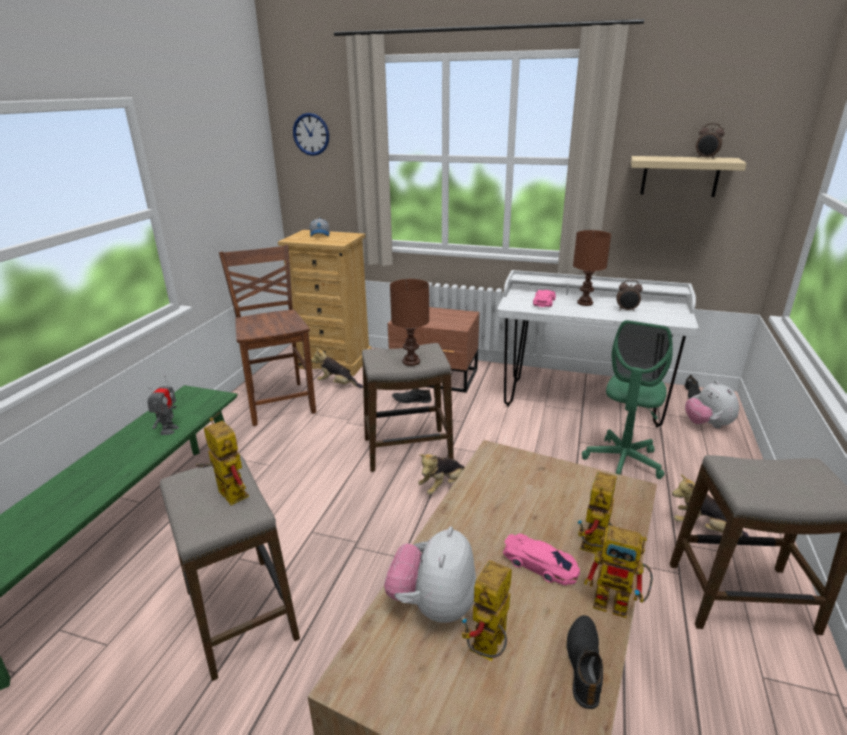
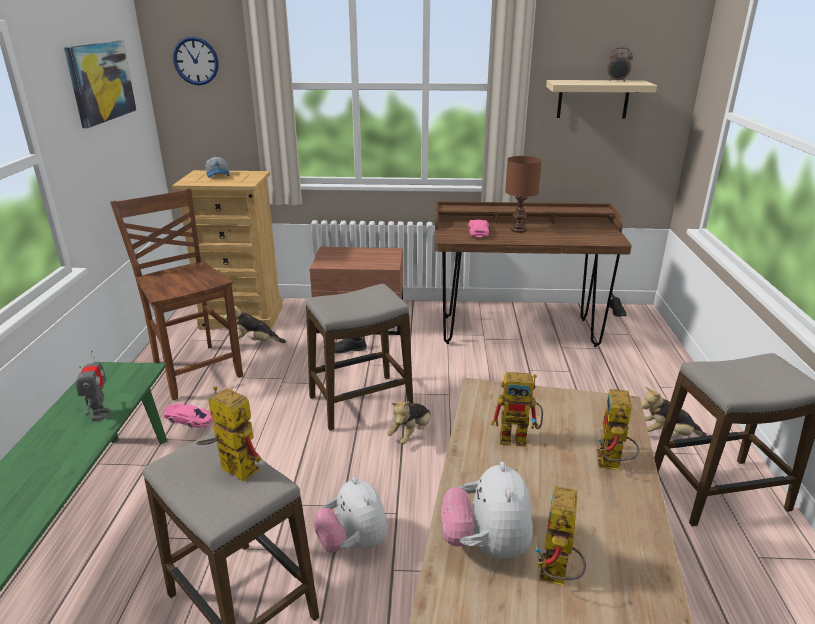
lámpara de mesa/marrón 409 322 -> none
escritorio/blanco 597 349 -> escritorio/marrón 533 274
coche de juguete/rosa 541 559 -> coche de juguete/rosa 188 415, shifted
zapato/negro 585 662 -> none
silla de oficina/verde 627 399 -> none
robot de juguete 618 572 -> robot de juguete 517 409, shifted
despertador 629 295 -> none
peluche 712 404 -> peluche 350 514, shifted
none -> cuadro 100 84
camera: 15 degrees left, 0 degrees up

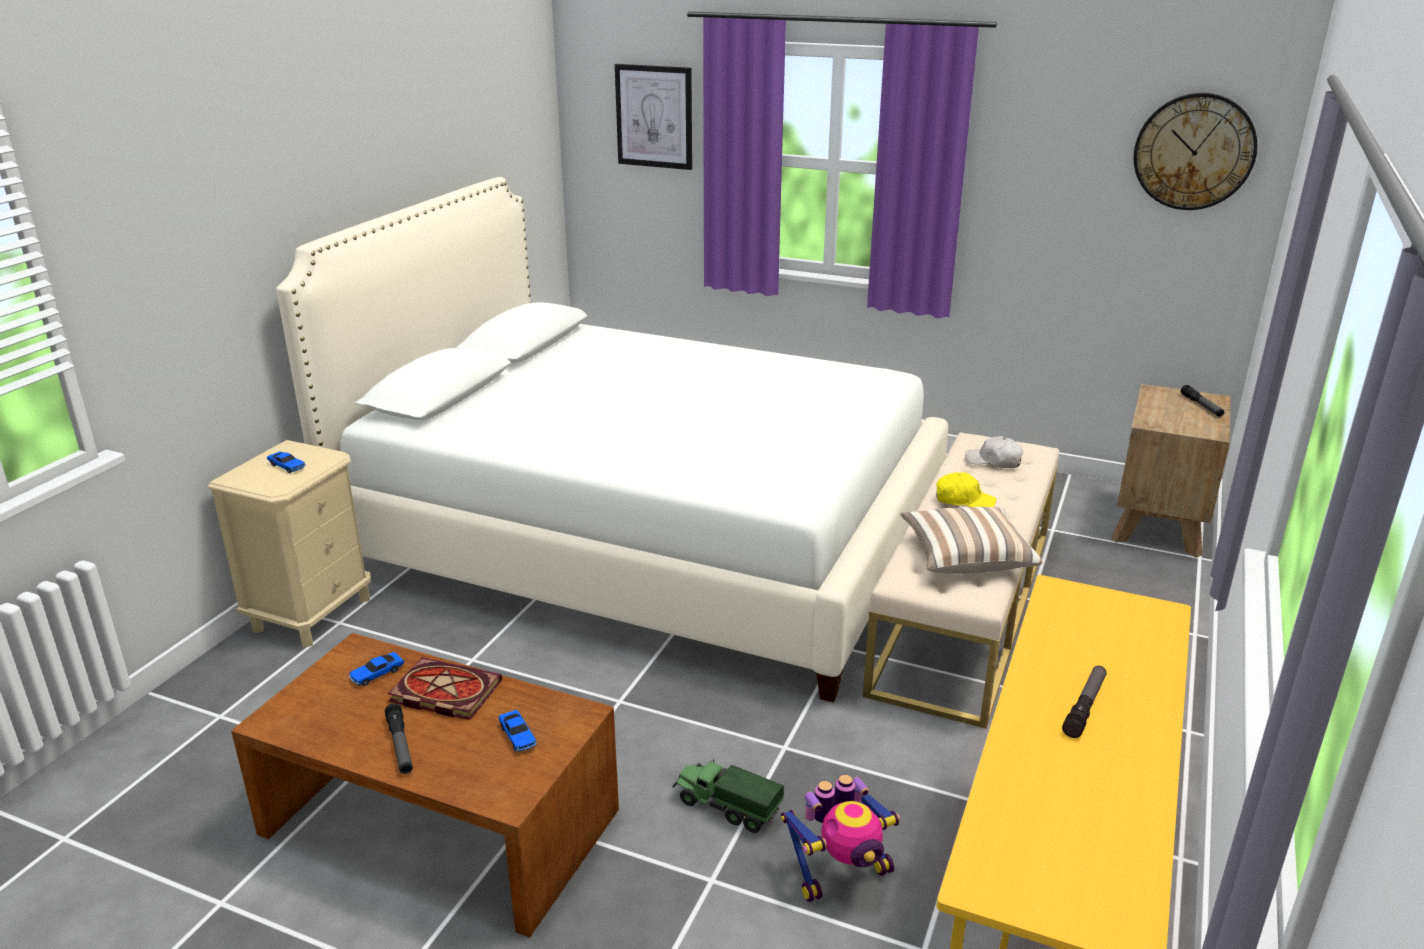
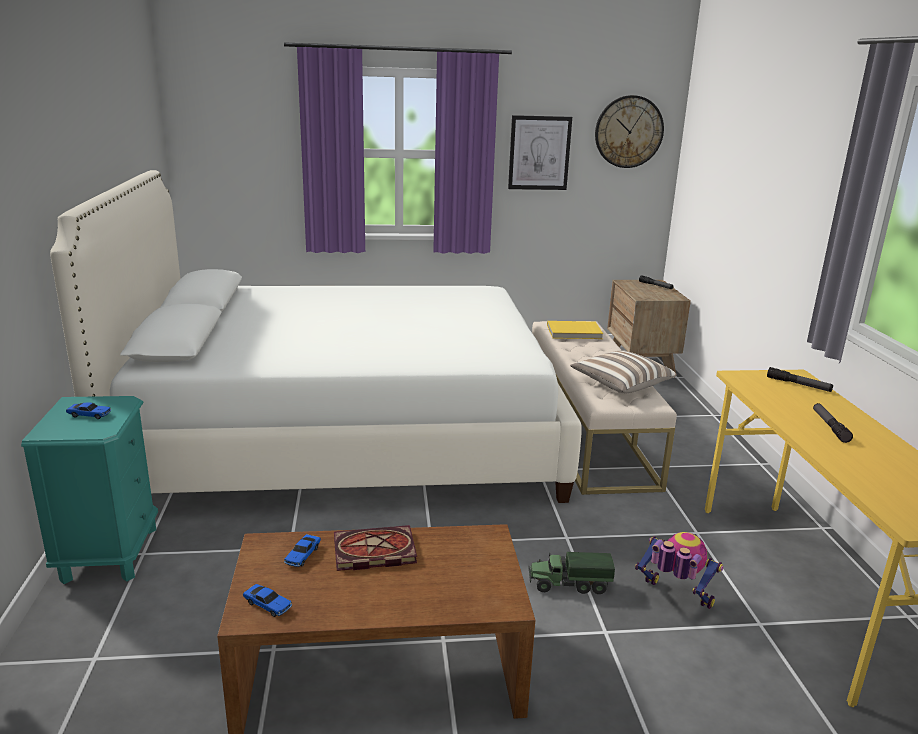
mesita de noche/beis 289 544 -> mesita de noche/turquesa 89 490
linterna 399 738 -> linterna 800 379, shifted
coche de juguete 518 731 -> coche de juguete 267 600, shifted
cuadro 653 117 -> cuadro 540 152, shifted
robot de juguete 840 838 -> robot de juguete 679 570, 90 degrees counterclockwise
gorra/amarillo 966 489 -> none
gorra/blanco 994 452 -> libro/amarillo 575 330
camera: 30 degrees left, 5 degrees down

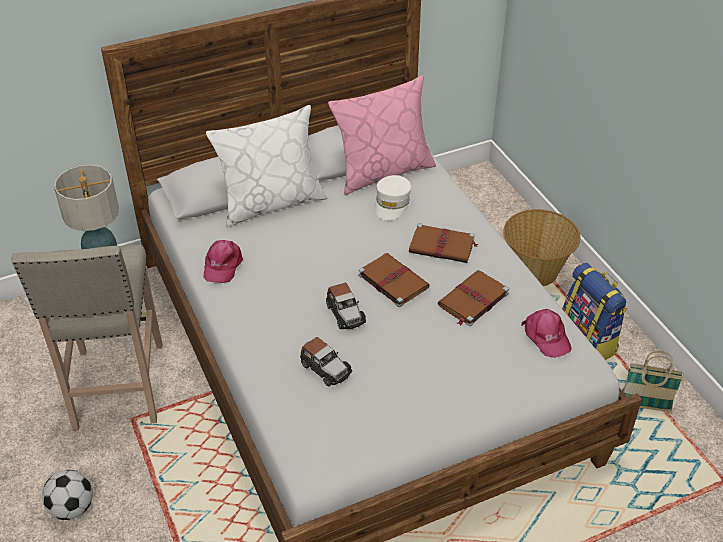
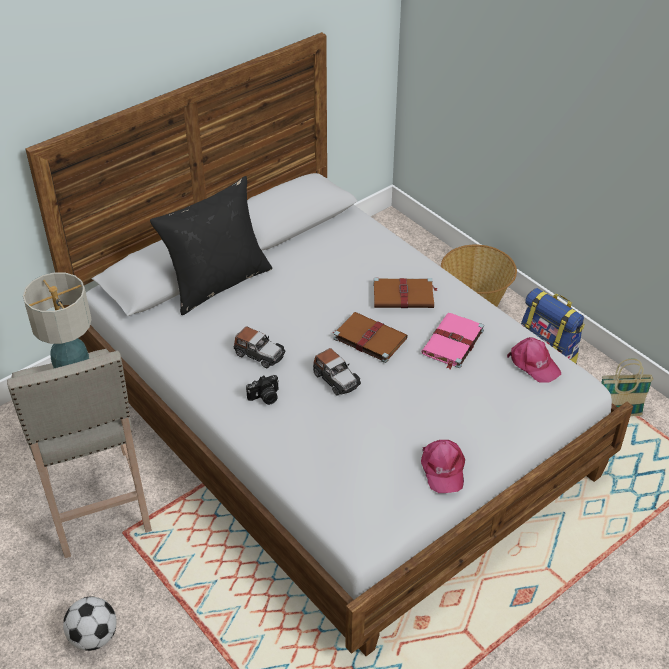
gorra/rosa 223 261 -> gorra/rosa 443 466, shifted
cojín/blanco 266 166 -> cojín/negro 211 245
coche de juguete 326 361 -> coche de juguete 260 347, shifted
cojín/rosa 382 135 -> none
gorra/blanco 393 198 -> none
libro/marrón 473 298 -> libro/rosa 452 341
none -> cámara 262 390
camera: 15 degrees left, 0 degrees up

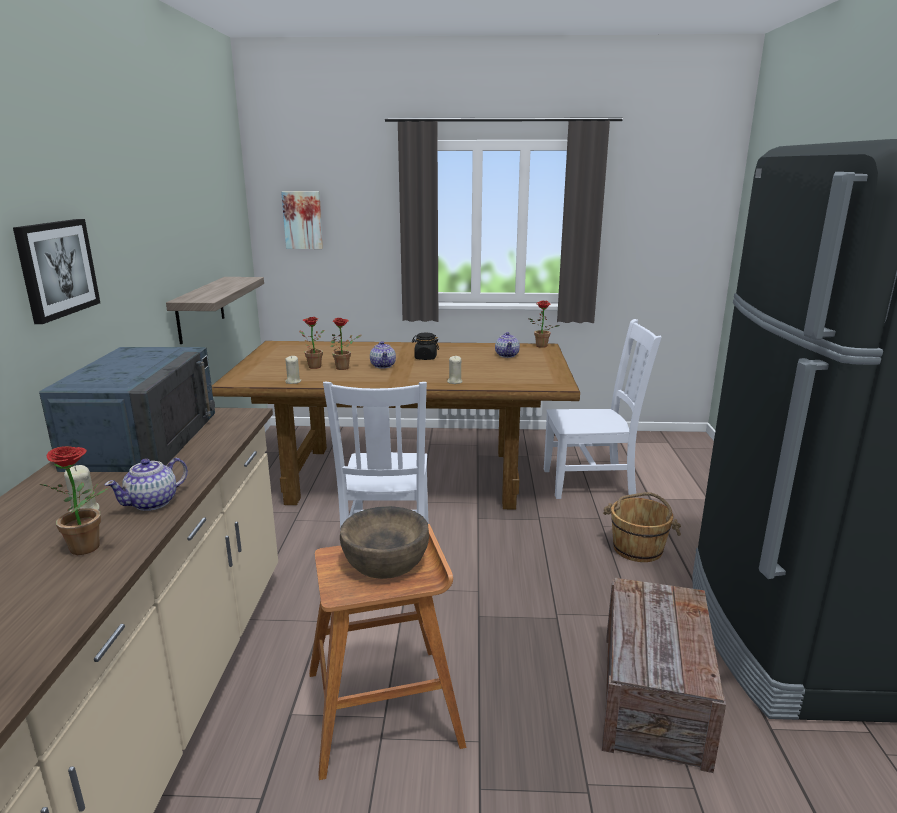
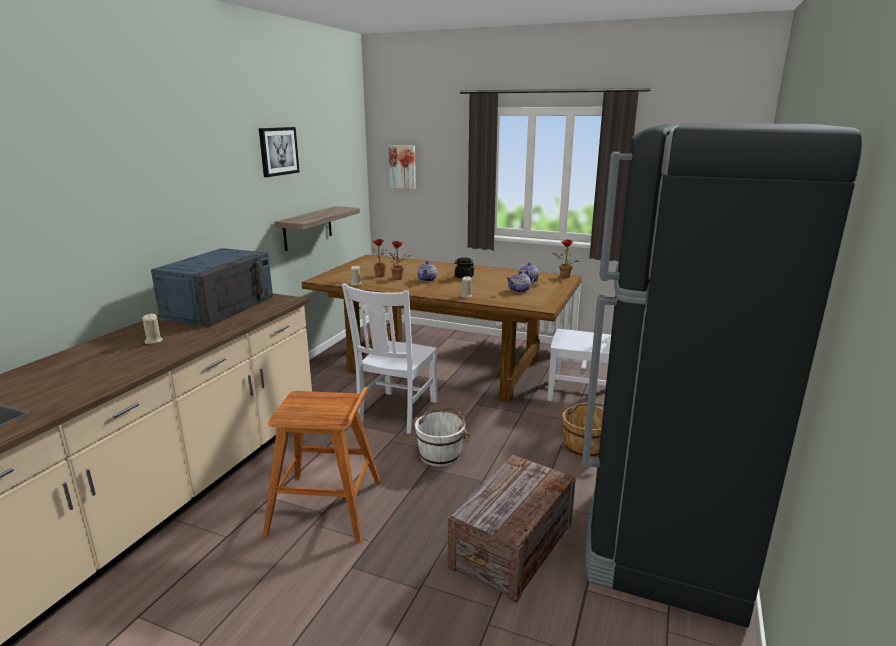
cuadro 56 271 -> cuadro 279 152, shifted
planta en maceta 74 500 -> none
tetera 146 484 -> tetera 520 282, shifted
cuenco/marrón 384 542 -> none
none -> cubo/blanco 440 437
camera: 20 degrees right, 0 degrees up

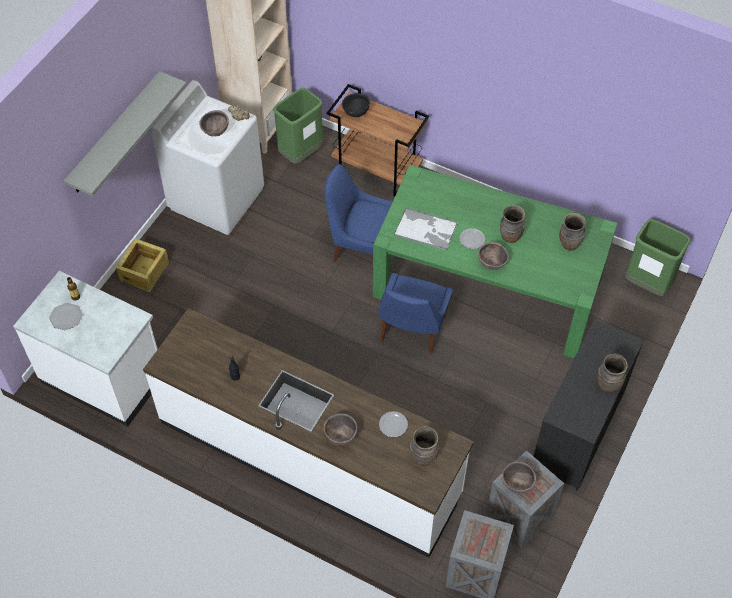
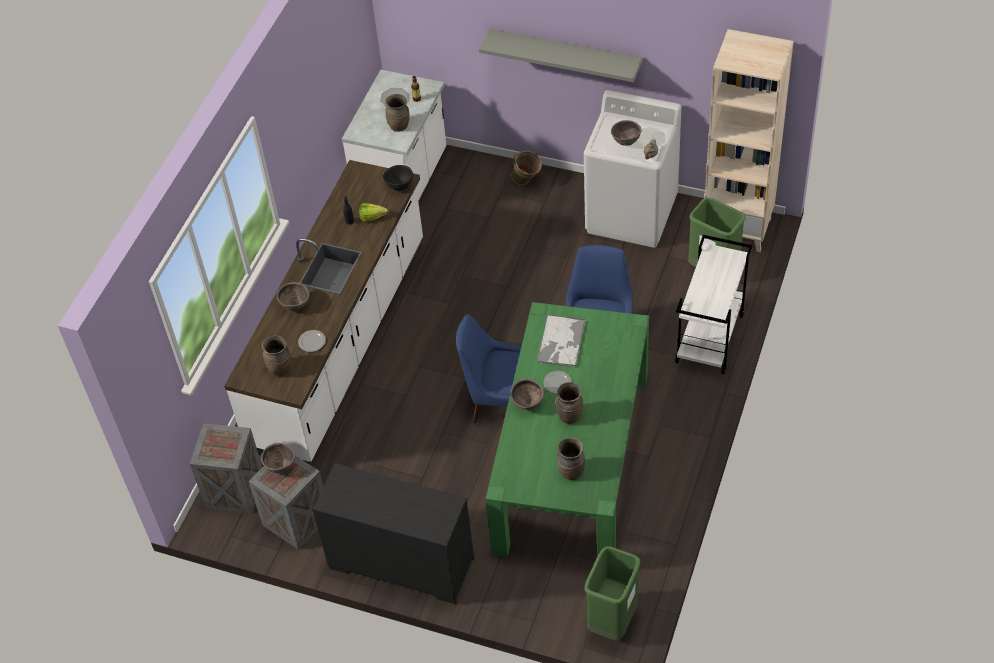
caja de embalaje 142 265 -> cubo/verde 527 167
carrito/marrón 378 140 -> carrito/blanco 714 304
cuenco/negro 356 105 -> cuenco/negro 398 178, shifted
florero/marrón 613 373 -> florero/marrón 397 113, shifted
none -> lechuga 374 212
camera: 85 degrees right, 5 degrees down

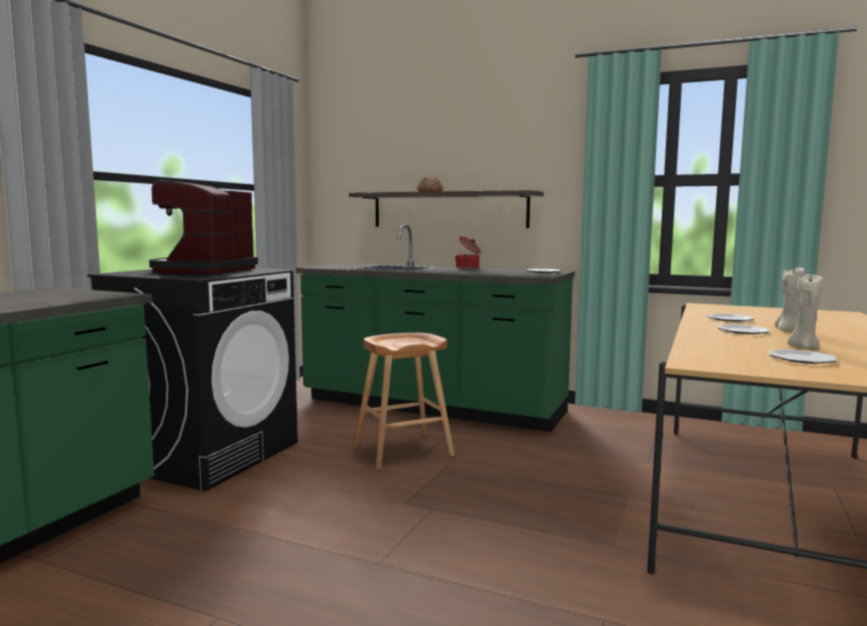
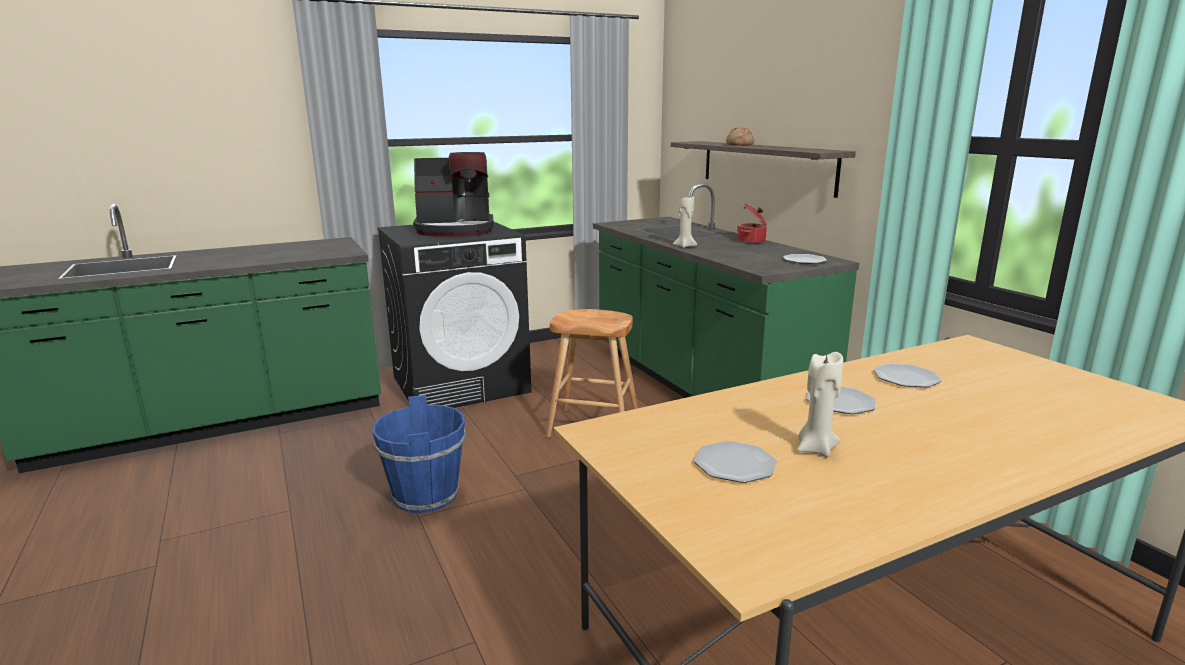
cafetera 203 227 -> cafetera 453 194, 150 degrees counterclockwise
vela/beis 790 299 -> vela/beis 685 222, shifted
none -> cubo/azul 419 454
camera: 40 degrees right, 10 degrees up

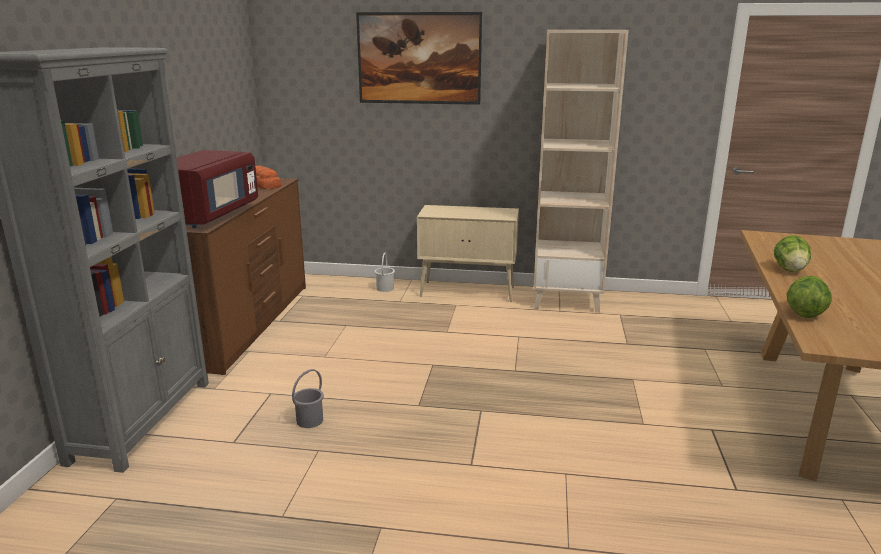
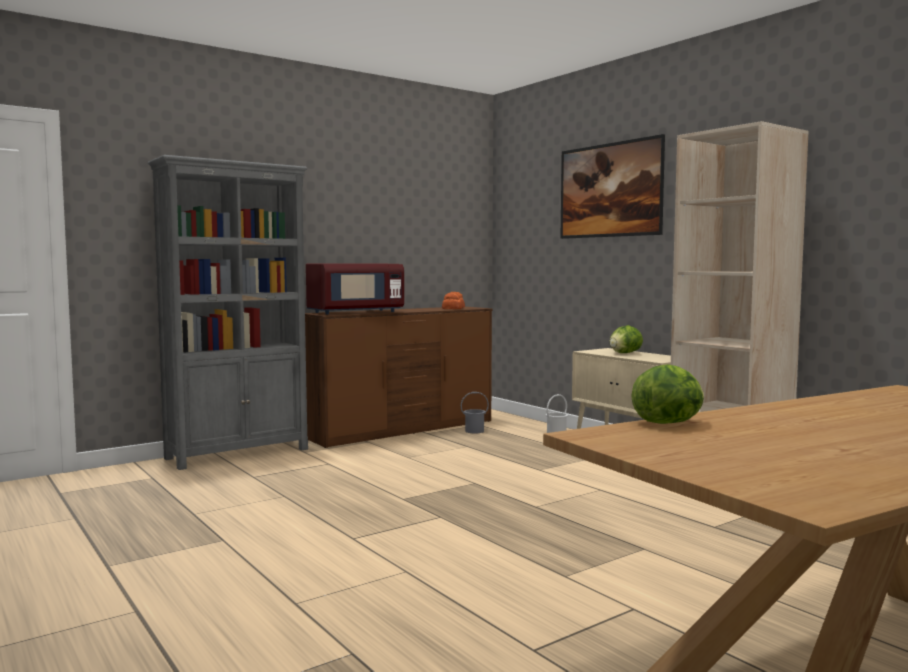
cubo/gris 308 398 -> cubo/gris 475 412, shifted
lechuga 792 253 -> lechuga 626 339, shifted
camera: 45 degrees right, 15 degrees down

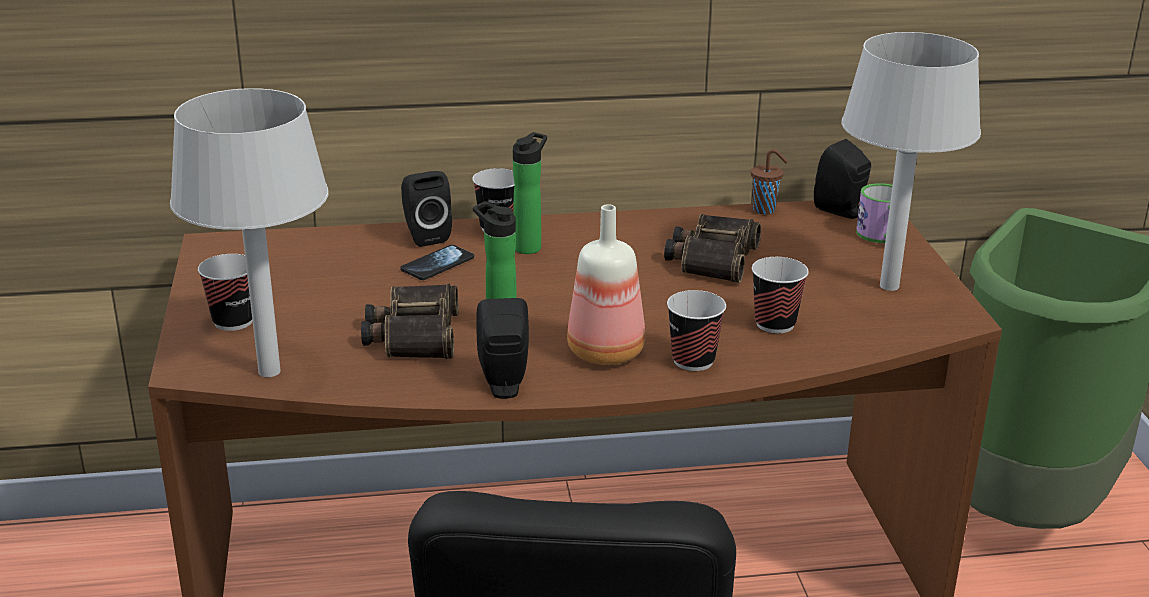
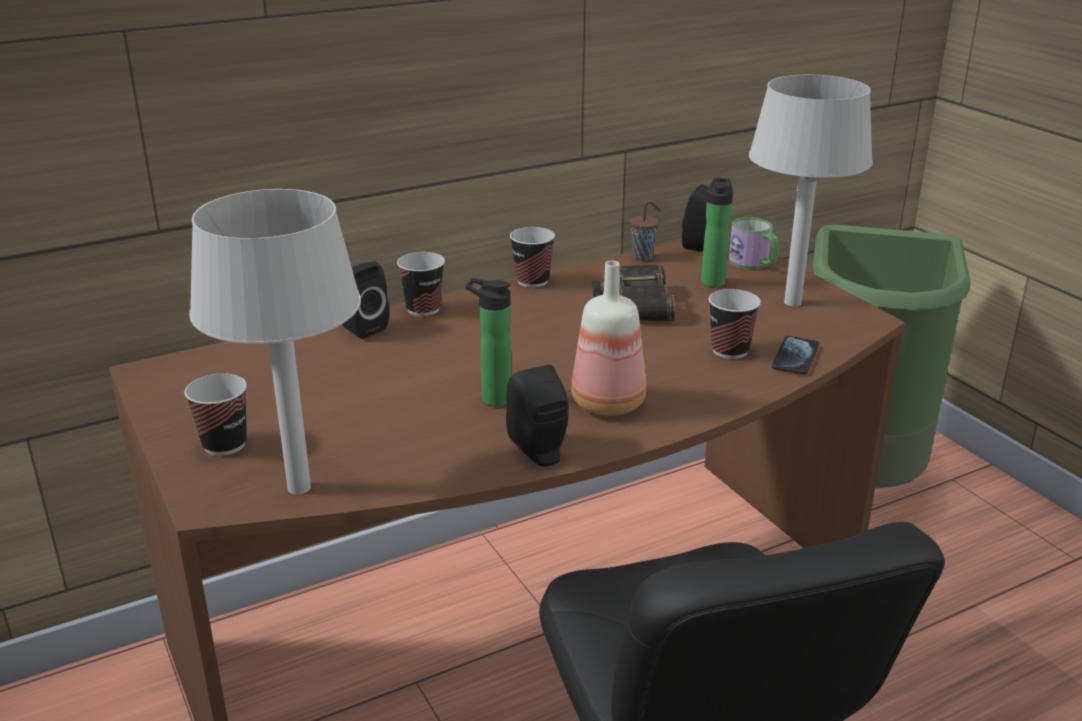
prismáticos 410 321 -> none
móvil 437 262 -> móvil 795 355, shifted
botella 530 193 -> botella 717 232, shifted
taza 696 330 -> taza 532 257, shifted
camera: 20 degrees left, 0 degrees up

